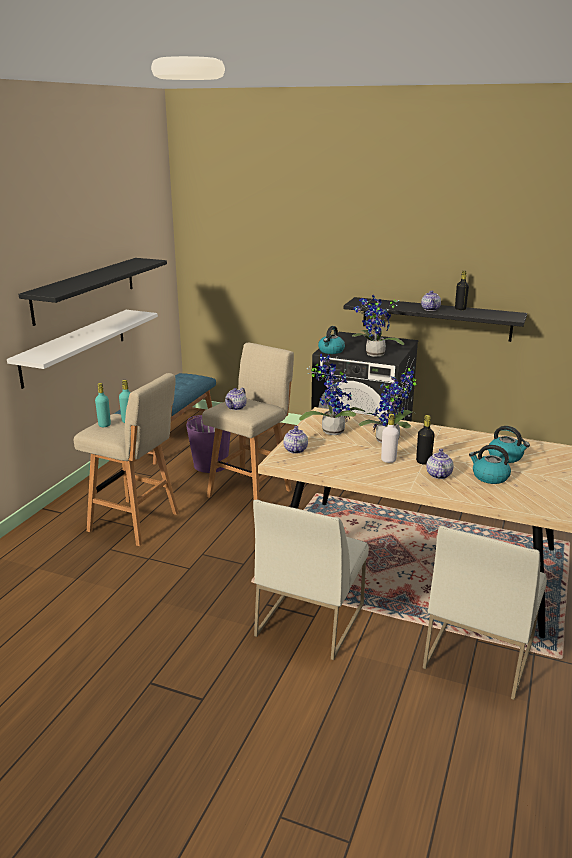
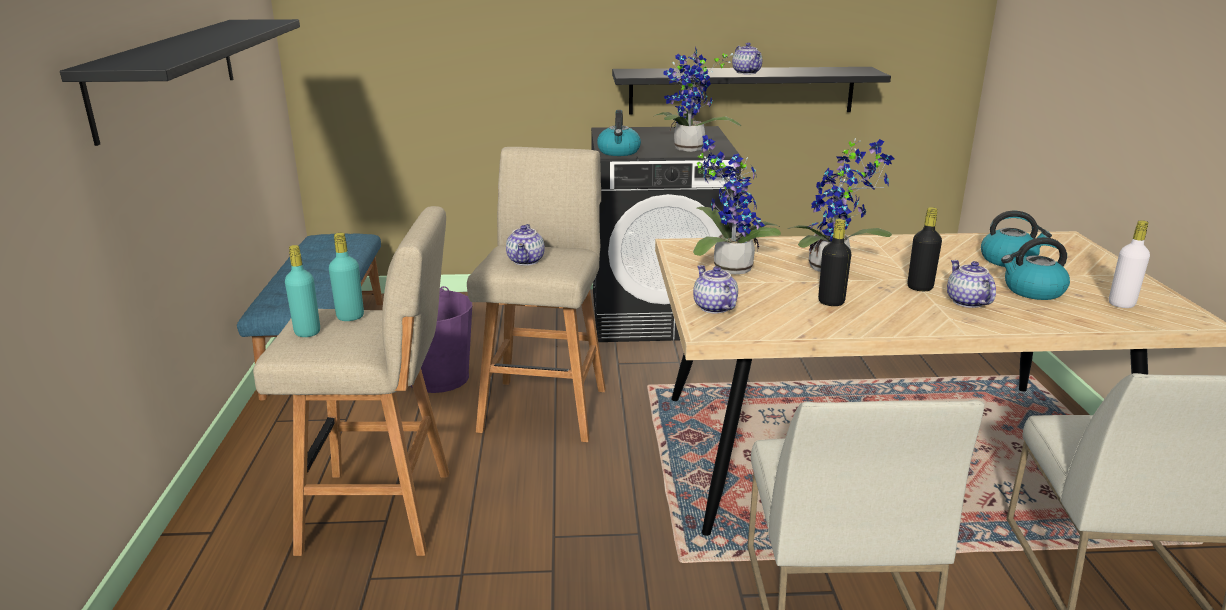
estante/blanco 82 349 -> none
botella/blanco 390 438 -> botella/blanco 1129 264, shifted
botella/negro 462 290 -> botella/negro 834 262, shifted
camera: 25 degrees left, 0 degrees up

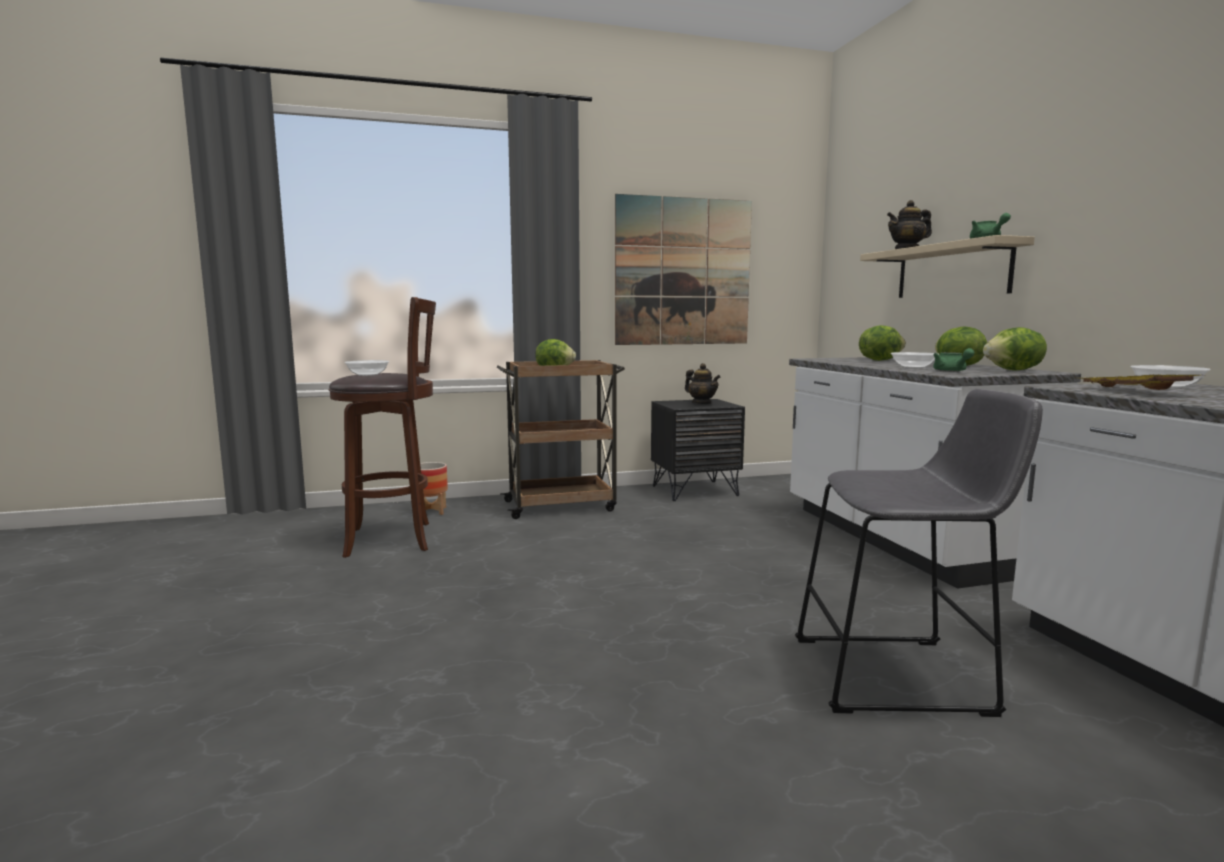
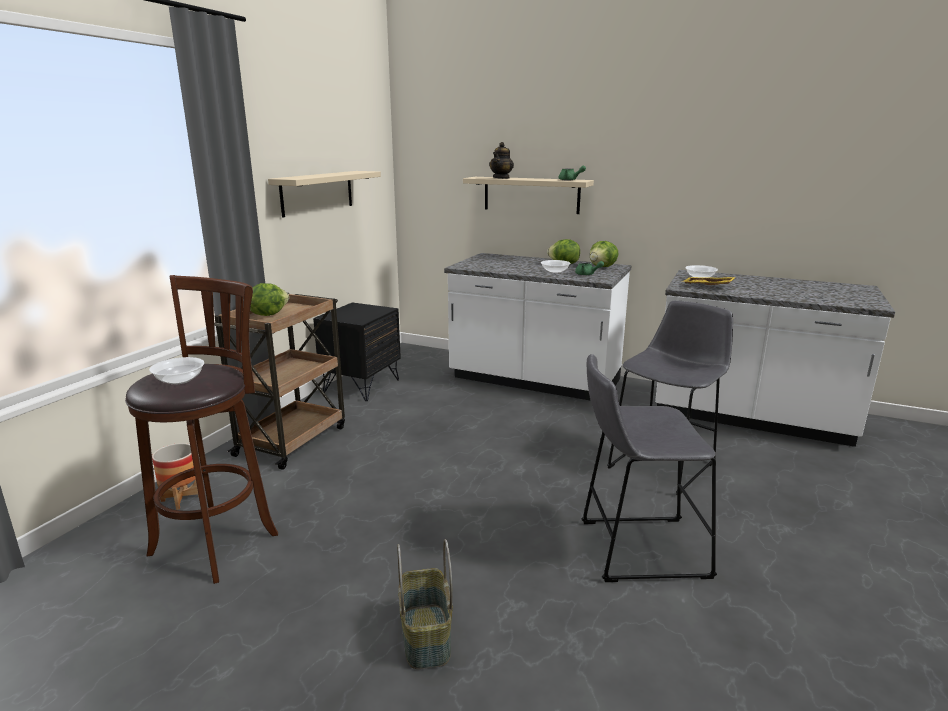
cuadro 683 269 -> estante/beis 324 194
tetera 703 383 -> none
lechuga 882 343 -> none
none -> cesta 425 604
none -> taburete/gris 649 468
camera: 50 degrees left, 10 degrees up

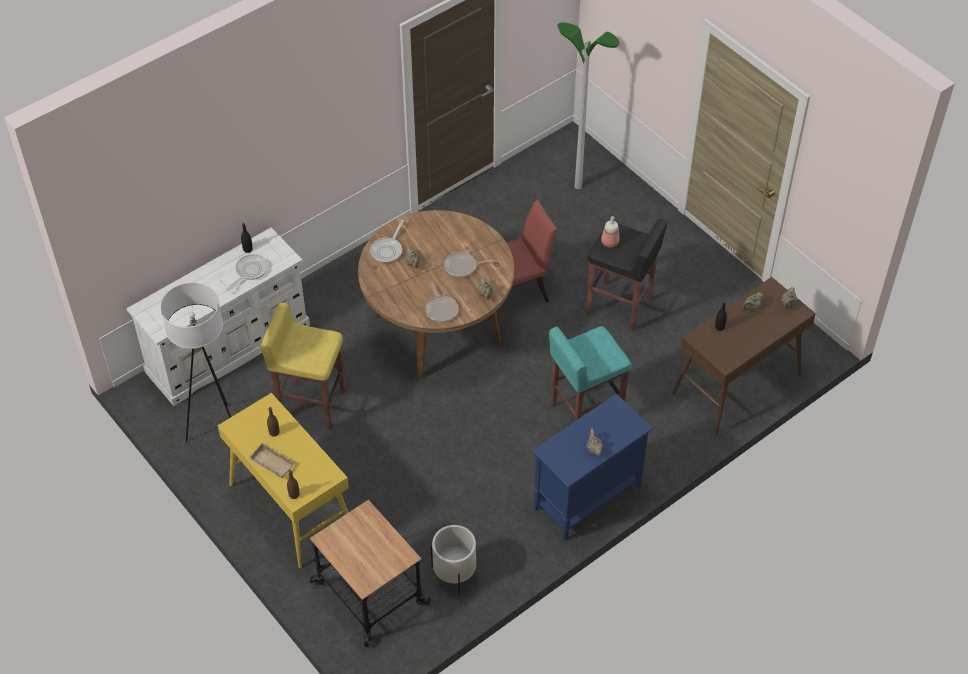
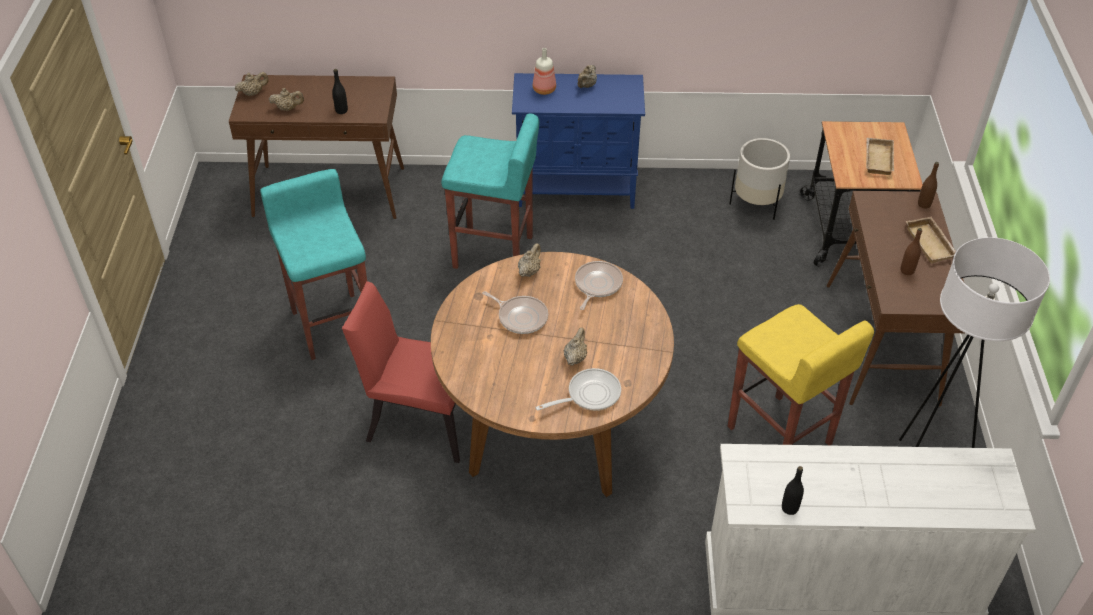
mesa consola/amarillo 283 480 -> mesa consola/marrón 895 299
sartén 246 273 -> none
lámpara de pie 588 105 -> none
taburete/negro 626 275 -> taburete/turquesa 313 264
botella 610 232 -> botella 544 71, shifted
none -> bandeja/beis 880 156
camera: 140 degrees left, 5 degrees down

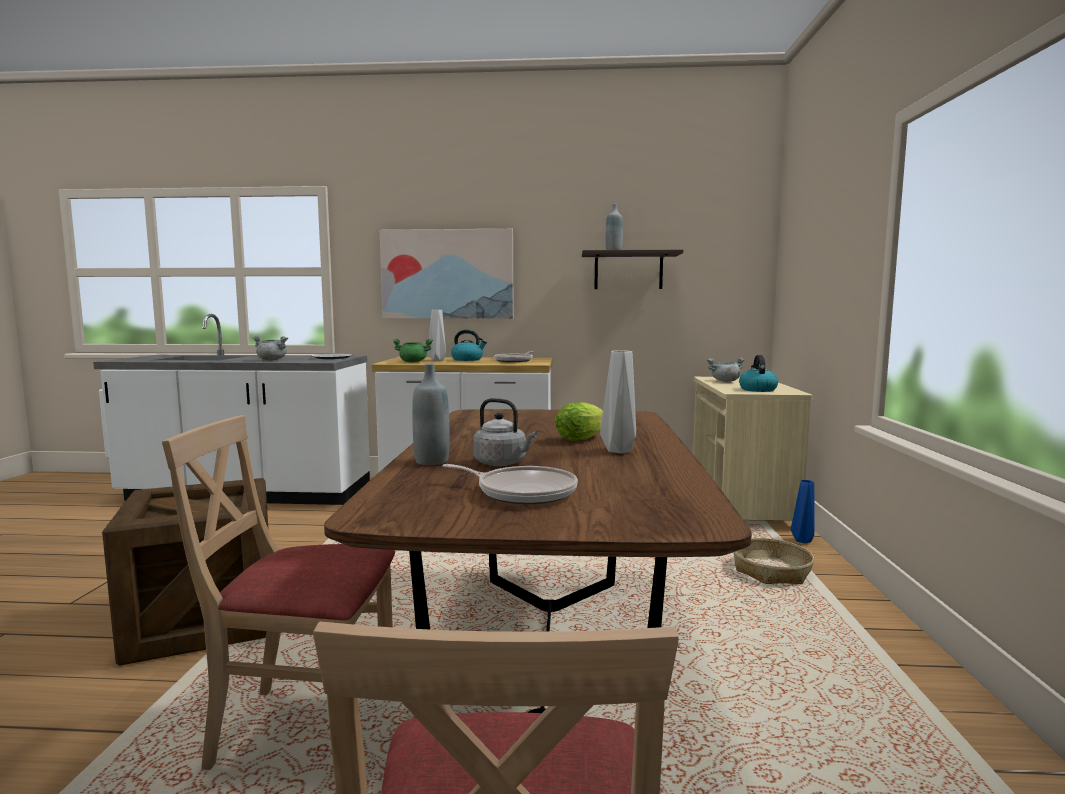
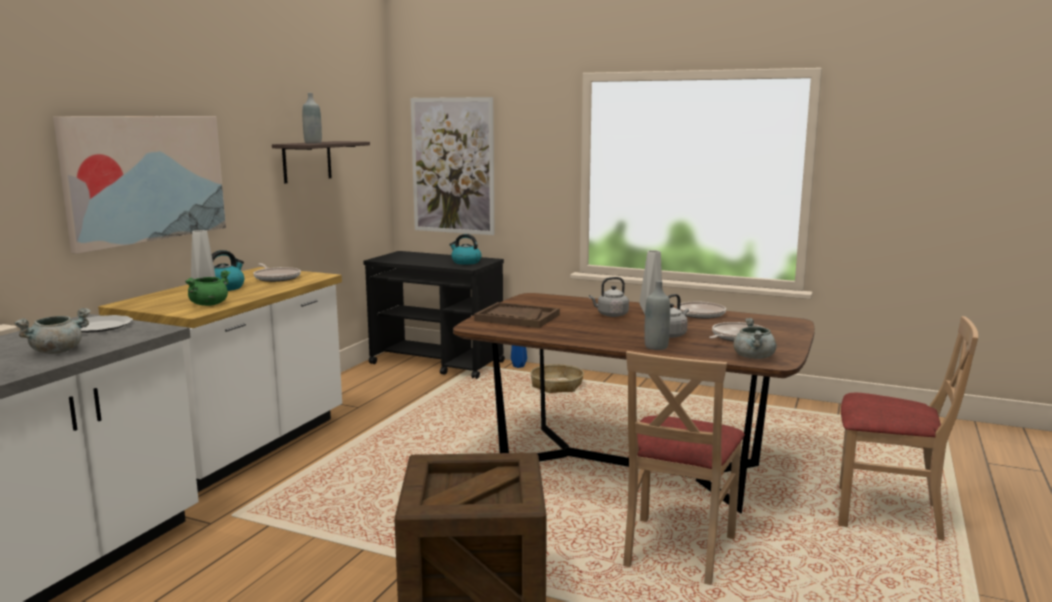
lechuga 579 421 -> hervidor/gris 609 297
carrito/beis 753 449 -> carrito/negro 434 315
olla/gris 726 370 -> olla/gris 755 338, shifted
none -> cuadro 453 166
none -> bandeja/marrón 517 315
none -> sartén 703 310
camera: 70 degrees left, 5 degrees up

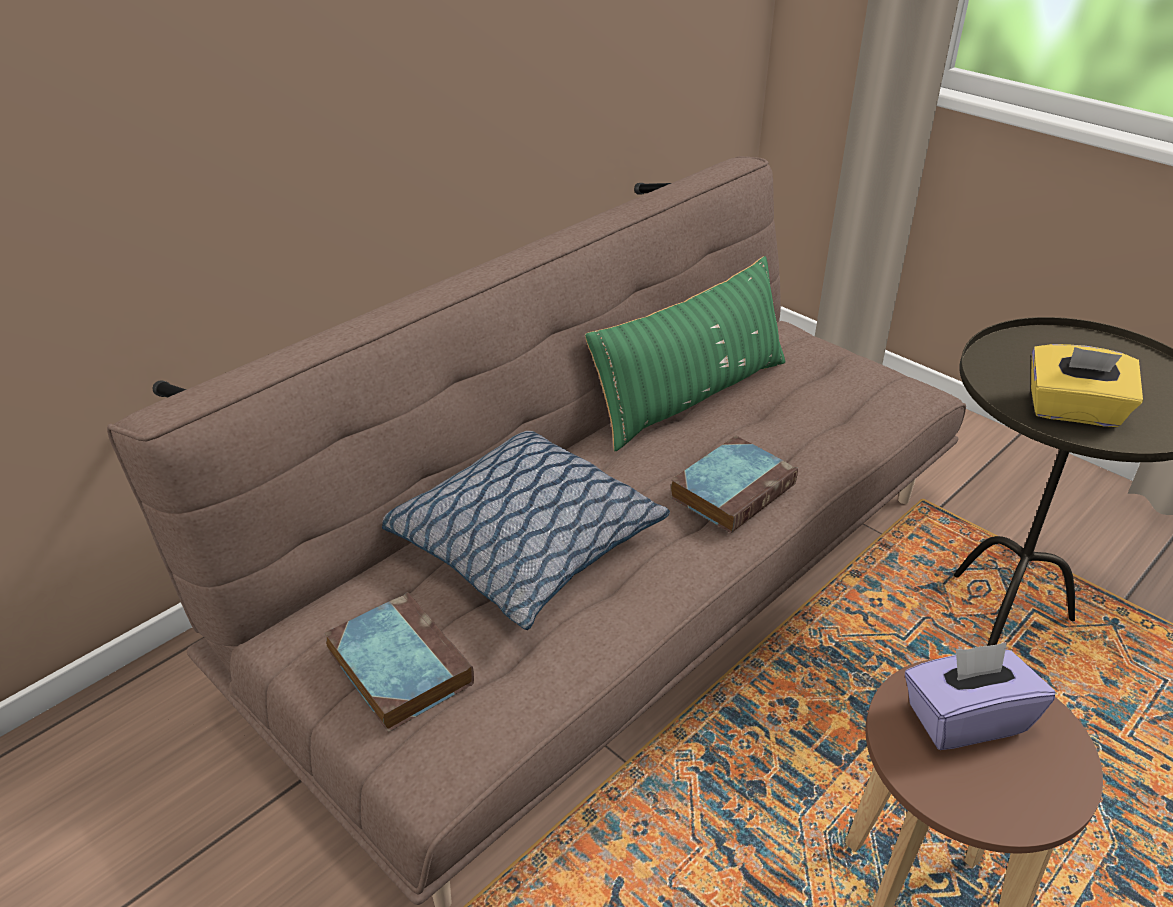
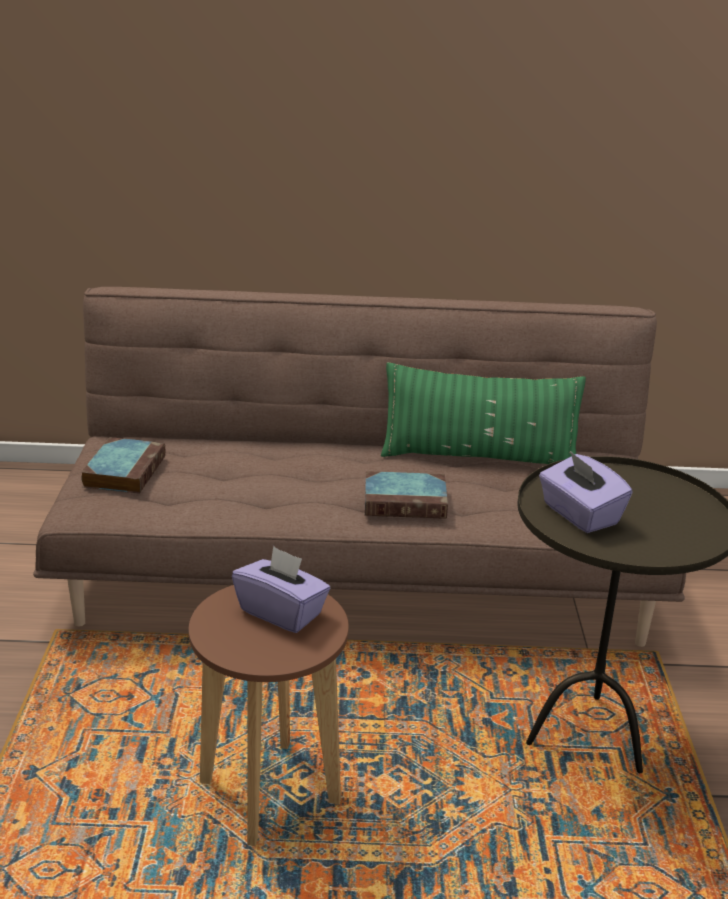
cojín 526 530 -> none
caja de pañuelos/amarillo 1087 385 -> caja de pañuelos/morado 586 492
camera: 45 degrees right, 10 degrees down

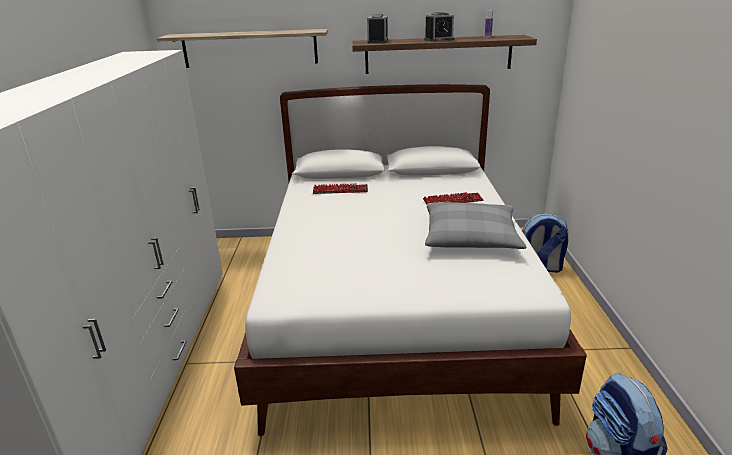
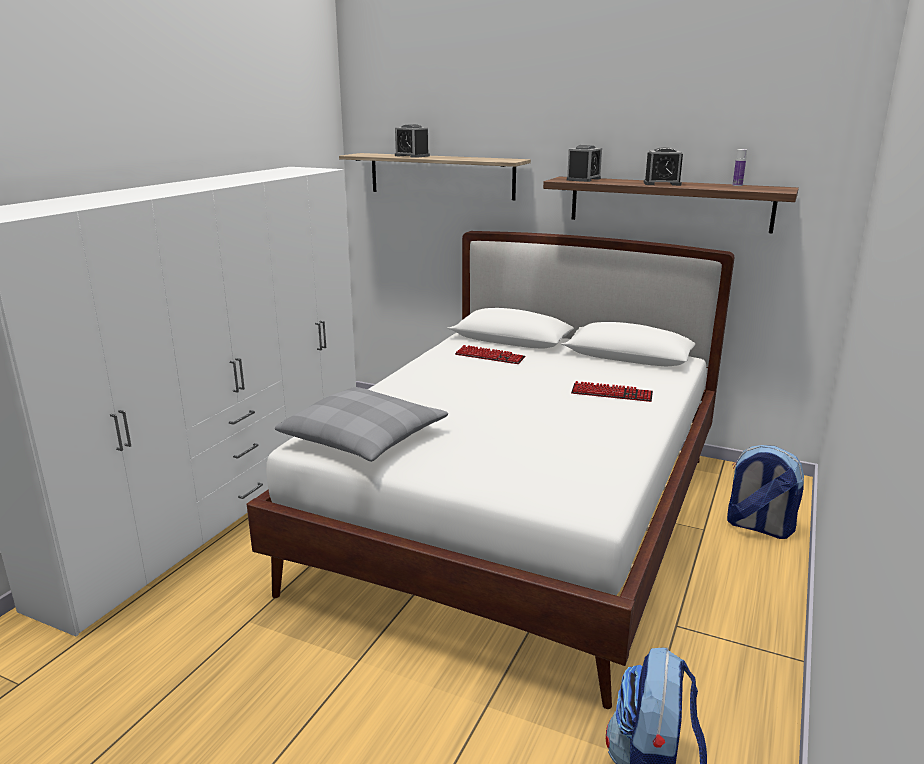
cojín/gris 475 225 -> cojín/gris 361 424, shifted
none -> despertador 412 141
camera: 25 degrees right, 5 degrees down

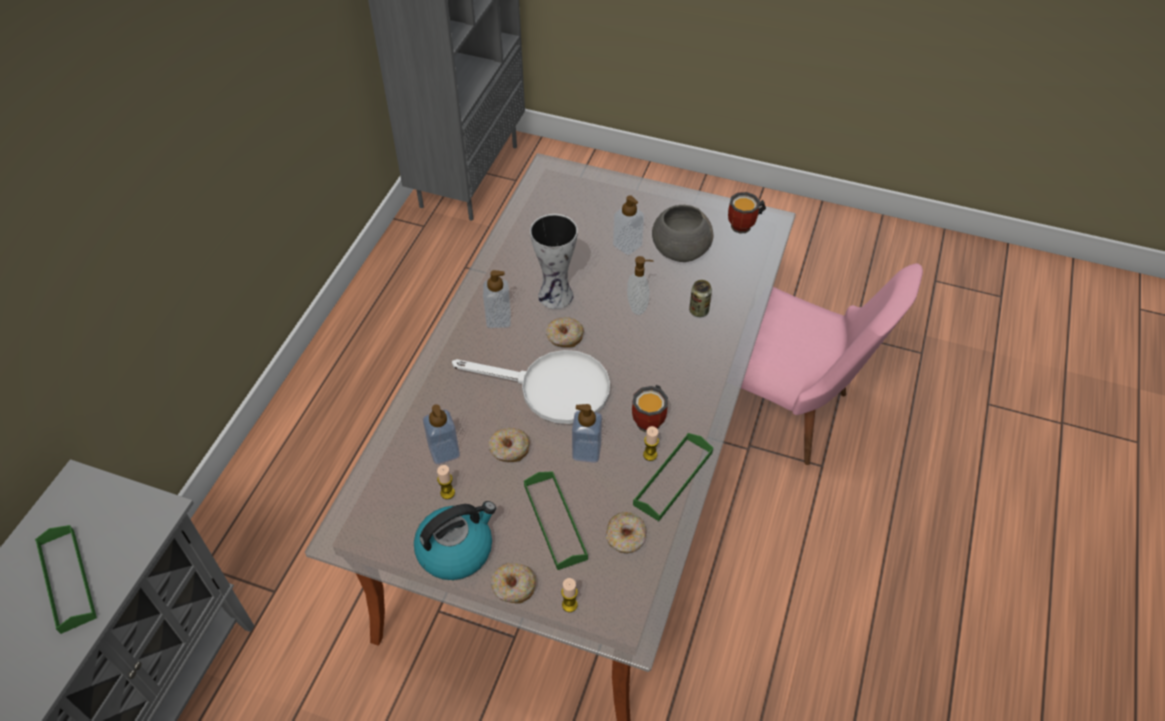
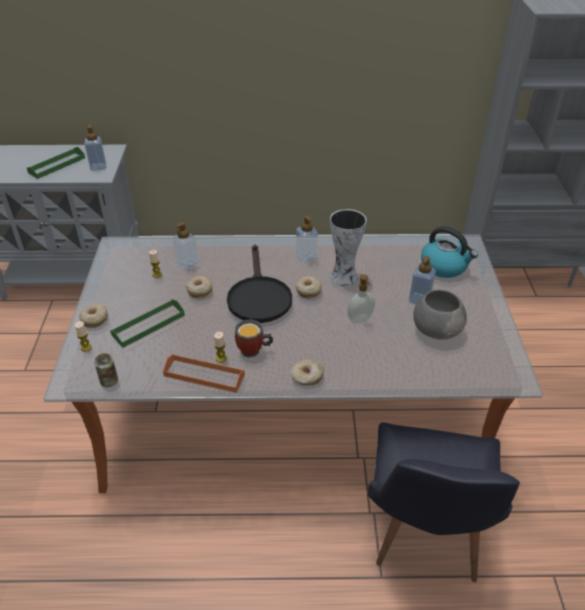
hervidor 455 540 -> hervidor 449 252, shifted
sartén/blanco 531 387 -> sartén/negro 259 284
dispensador de jabón 587 433 -> dispensador de jabón 95 147, shifted
rosquilla 626 532 -> rosquilla 307 372, shifted
bandeja/verde 673 477 -> bandeja/naranja 204 373
lata 700 298 -> lata 106 370, shifted
taza grande 747 213 -> none
silla/rosa 832 364 -> silla/negro 443 502
camera: 70 degrees right, 10 degrees down

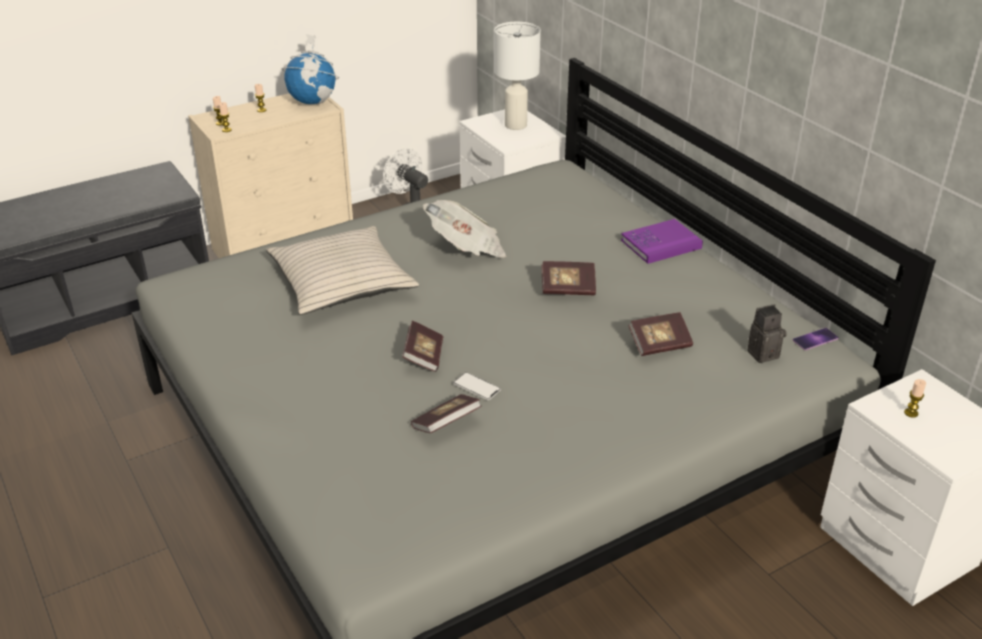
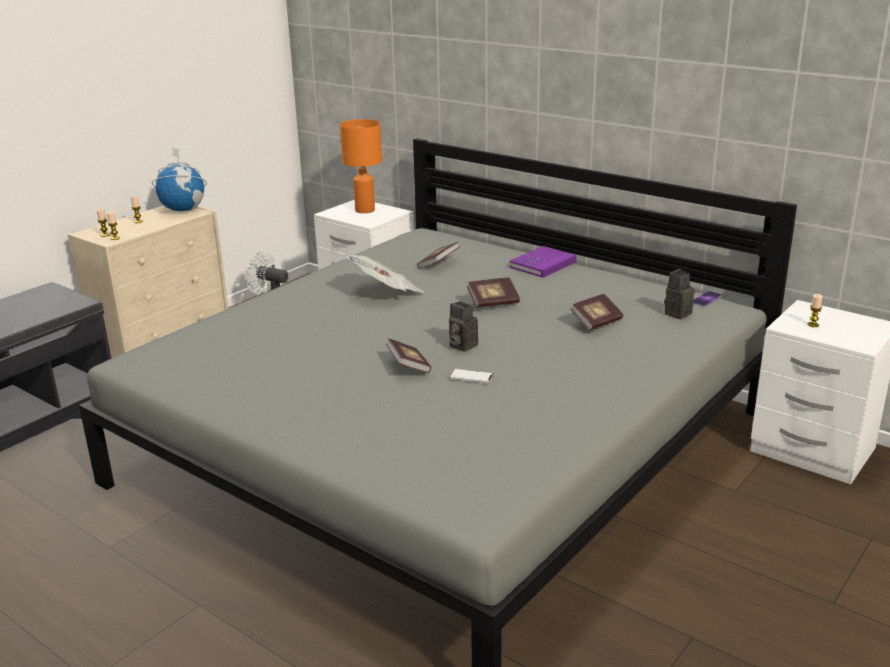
cojín/beis 342 270 -> none
libro 446 413 -> libro 438 255, shifted
lámpara de mesa/blanco 517 76 -> lámpara de mesa/naranja 361 166
none -> cámara 463 326
camera: 20 degrees left, 10 degrees down

